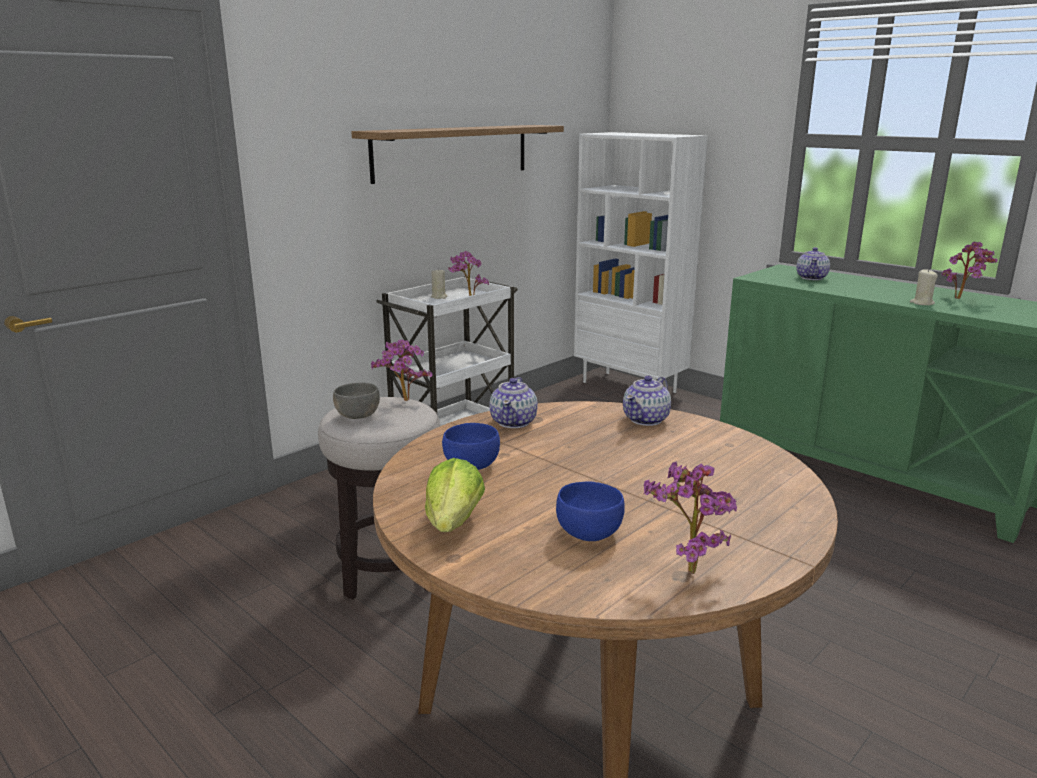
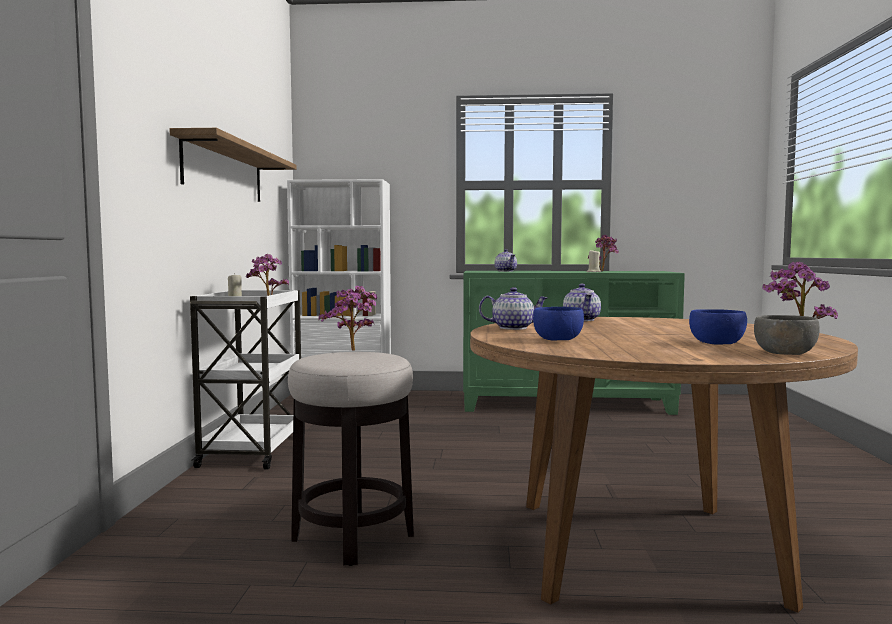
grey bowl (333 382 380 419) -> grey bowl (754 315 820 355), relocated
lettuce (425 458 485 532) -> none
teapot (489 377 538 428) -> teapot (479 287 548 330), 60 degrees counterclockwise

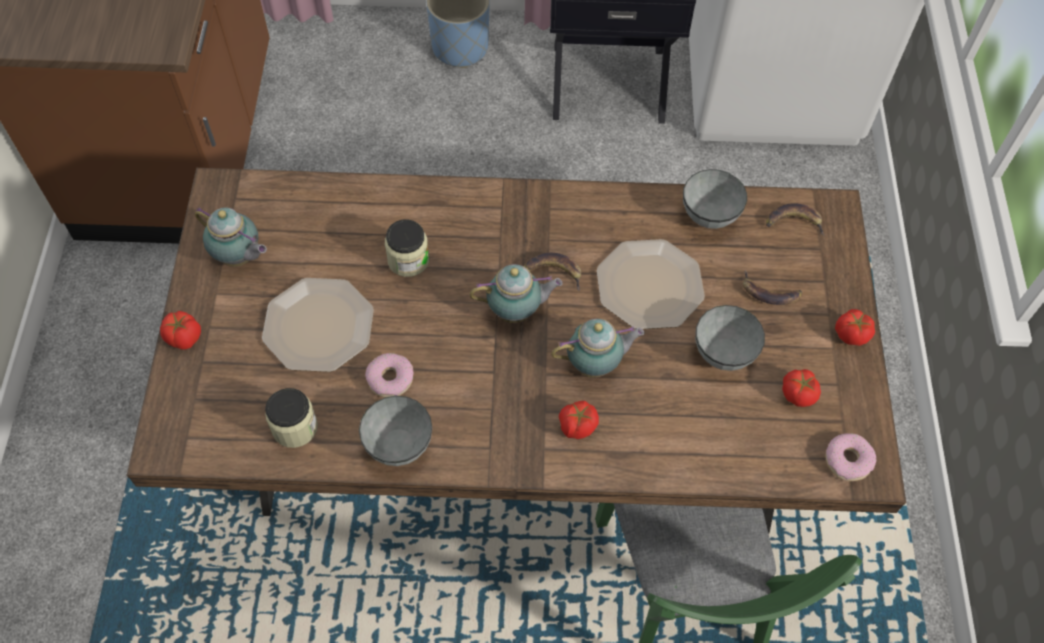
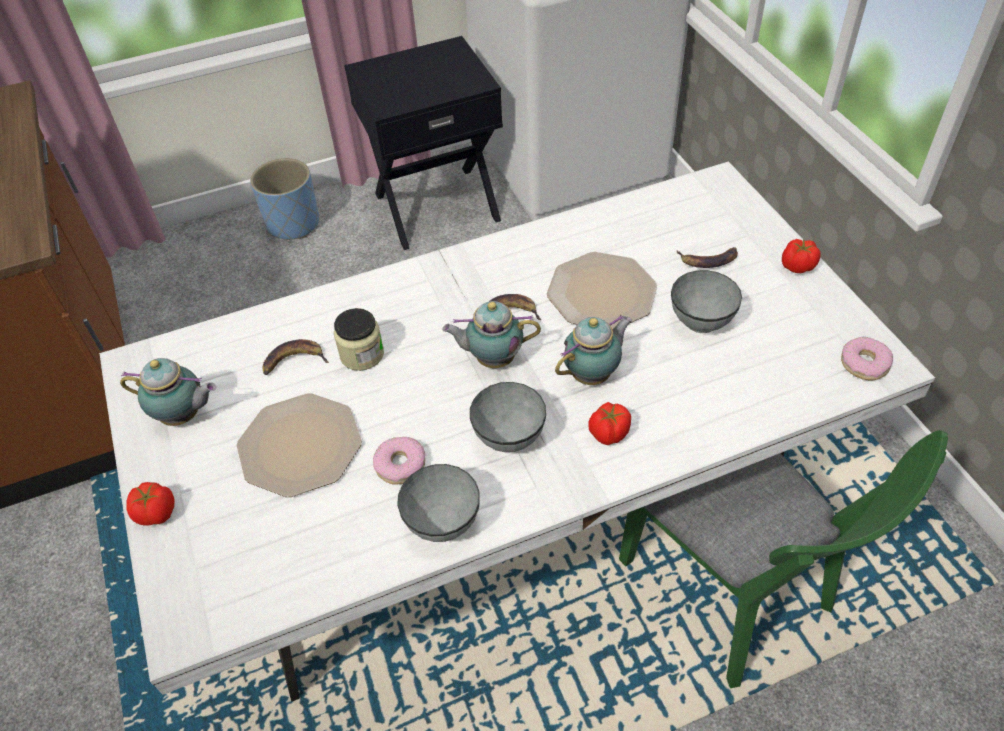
brown dining table (127 168 906 534) -> white dining table (99 161 935 702)
jar (265 388 318 448) -> none
teapot (470 264 563 323) -> teapot (442 301 541 368), 150 degrees counterclockwise
grey bowl (683 169 747 229) -> grey bowl (470 382 546 452), relocated
banana (766 203 825 236) -> banana (262 339 329 375), relocated
tomato (782 369 821 407) -> none

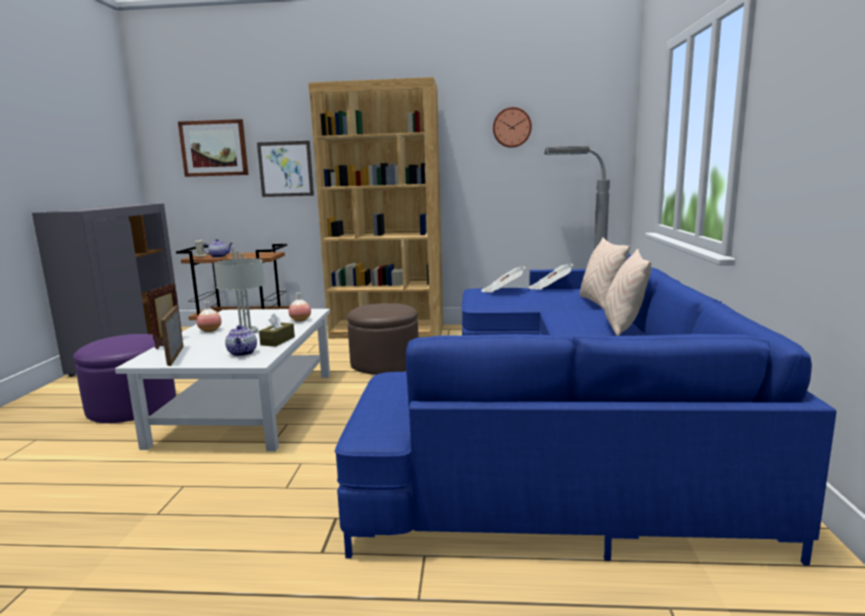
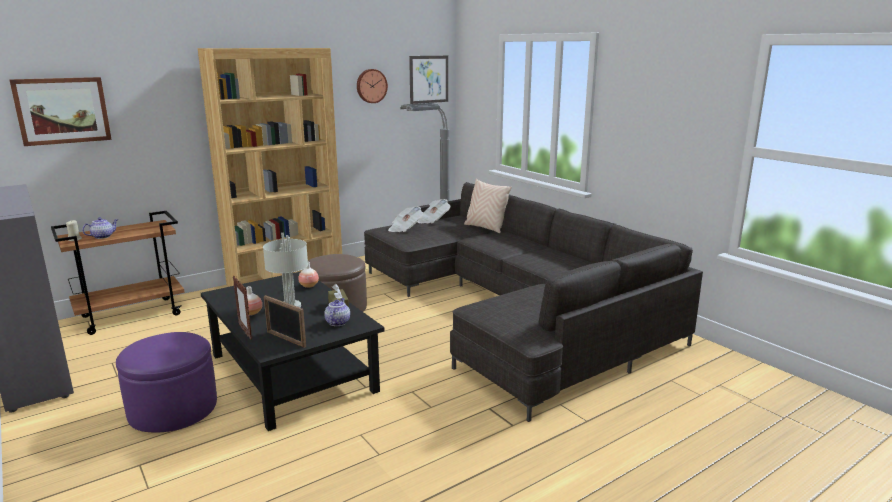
white coffee table (115 309 330 451) -> black coffee table (201 271 384 431)
teapot (225 325 257 356) -> teapot (324 298 350 326), 120 degrees counterclockwise
picture (257 141 314 197) -> picture (409 56 448 104), relocated
blue sofa (335 254 837 566) -> grey sofa (364 182 703 422)
beige pillow (604 249 651 336) -> none

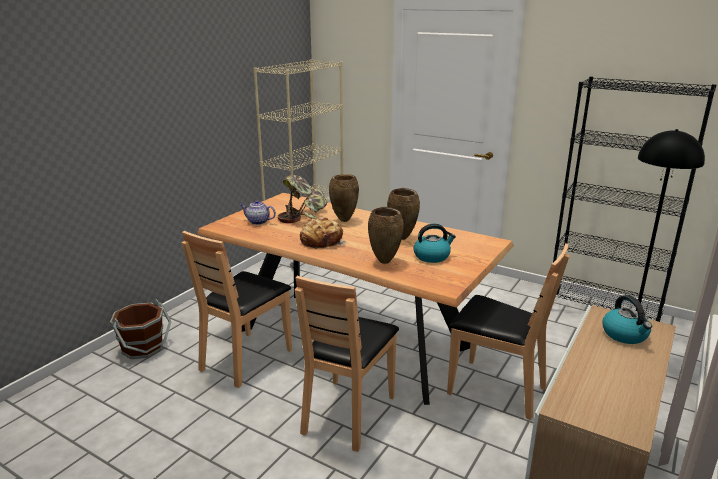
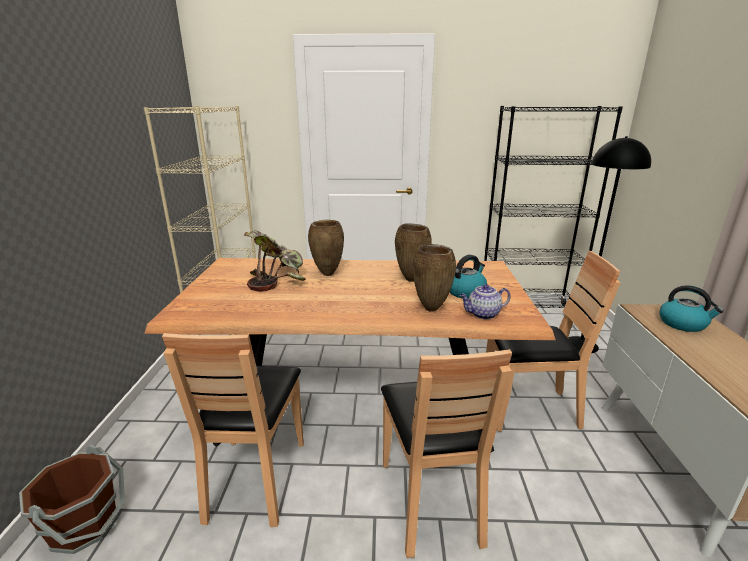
teapot (240 200 276 225) -> teapot (460 284 511 319), relocated
bread (300 217 346 249) -> none

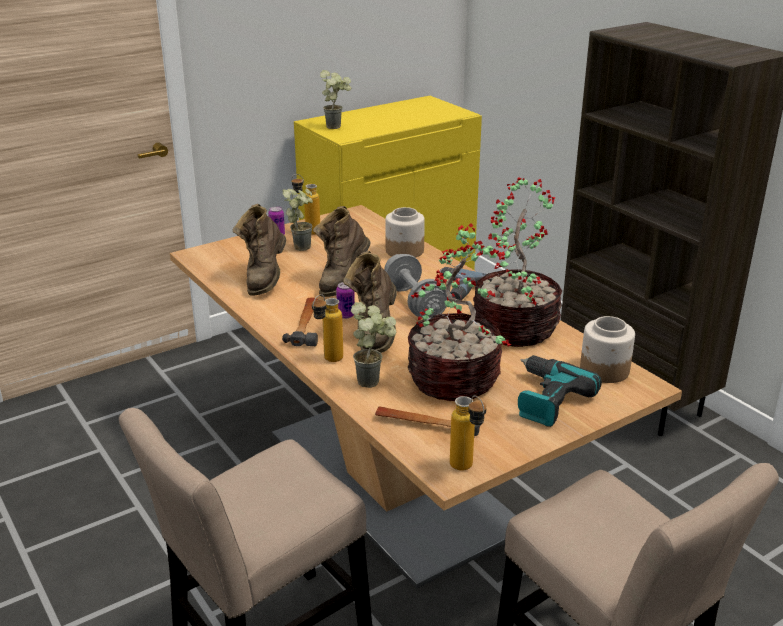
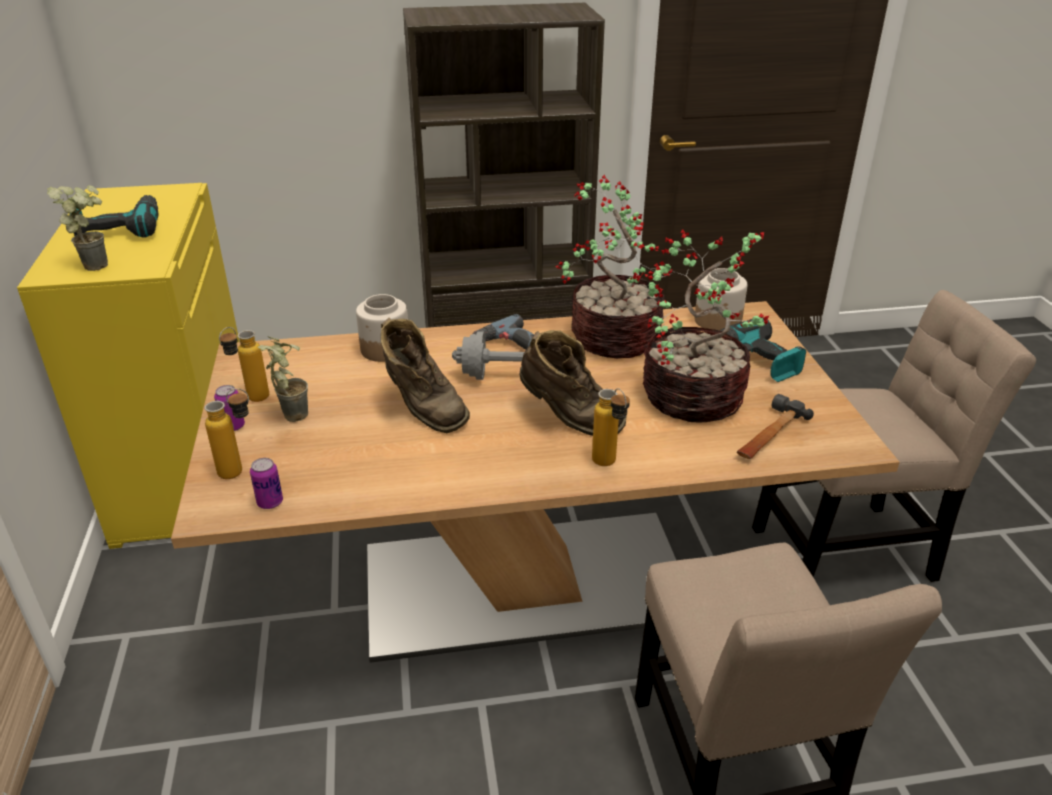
brown boot (233 204 286 296) -> none
hammer (282 297 318 346) -> none
can (336 282 355 319) -> can (250 458 283 509), relocated
potted plant (351 302 397 388) -> none
bottle (450 396 487 471) -> bottle (205 388 249 479), relocated
none -> power drill (69 195 158 238)

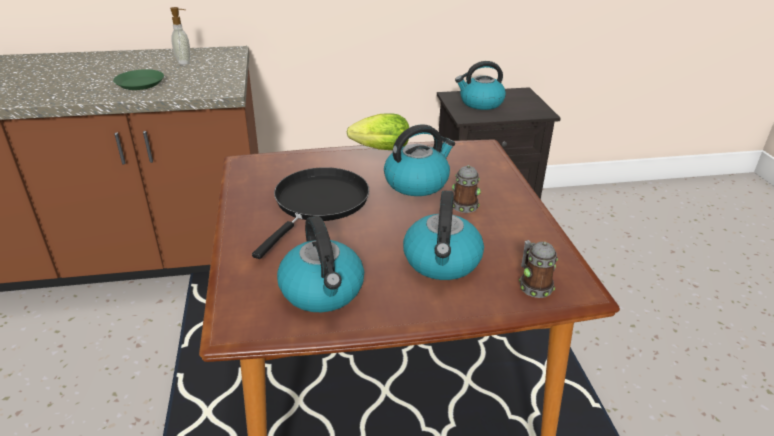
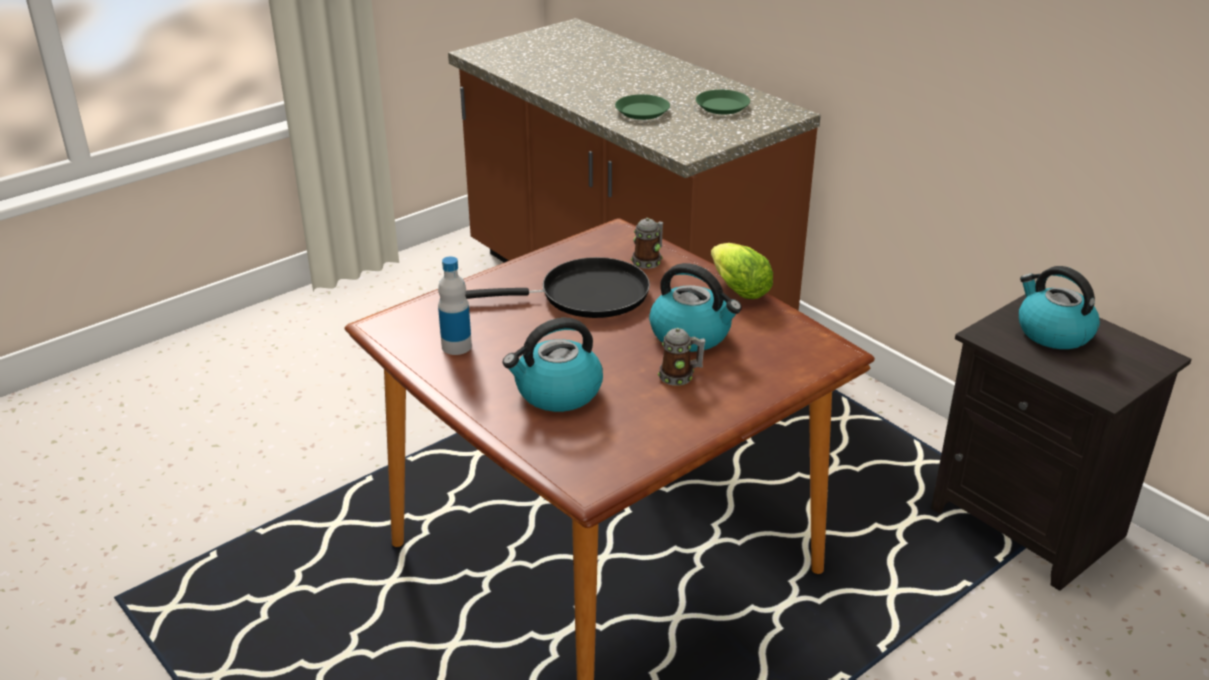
soap dispenser (170 7 190 65) -> green plate (696 90 750 114)
kettle (277 216 364 312) -> bottle (438 256 472 355)
mug (519 240 558 298) -> mug (631 218 663 269), relocated

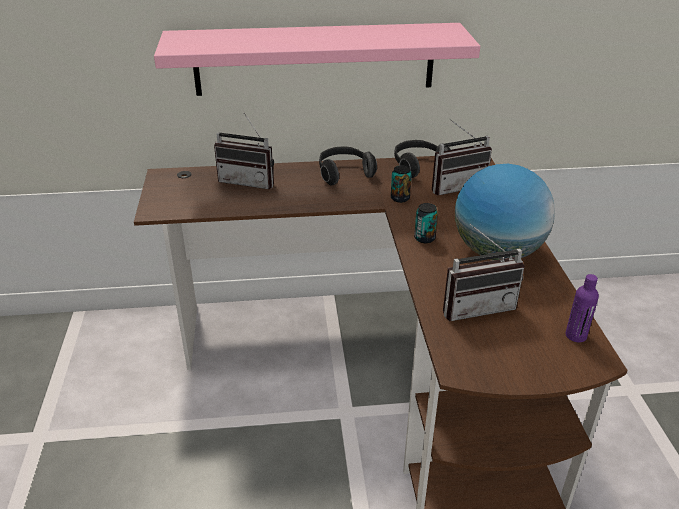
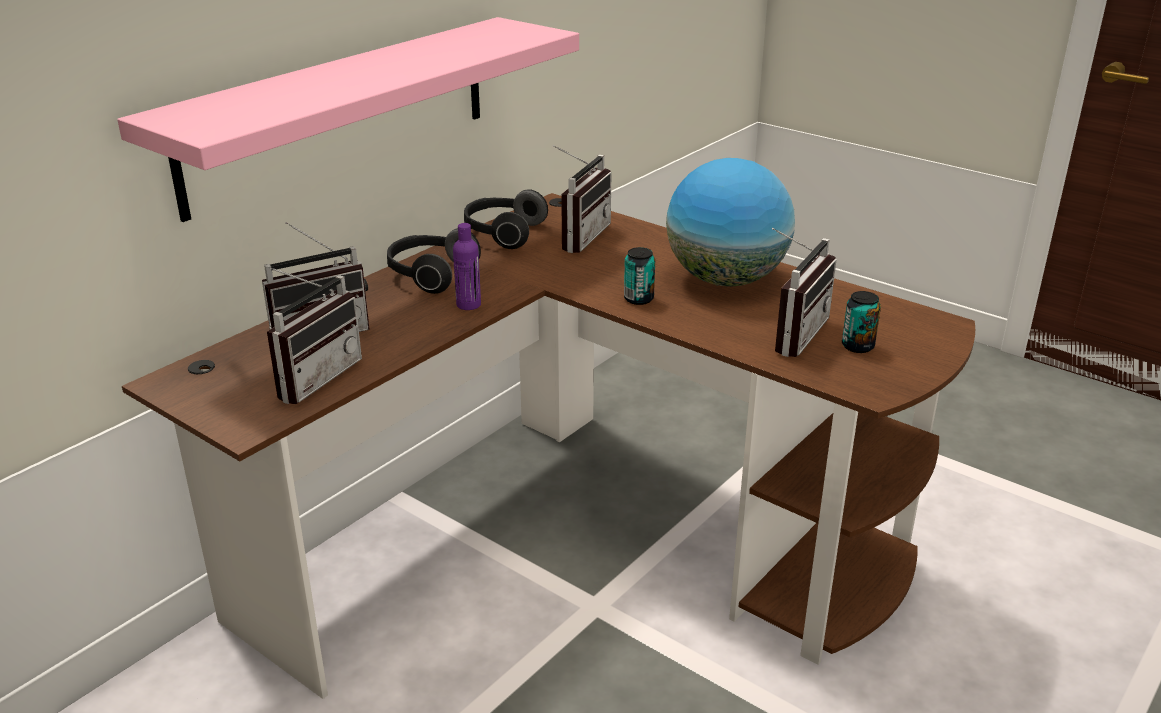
can (391 165 412 203) -> can (842 291 881 353), relocated
purple bottle (565 274 599 342) -> purple bottle (453 223 481 310), relocated
none -> radio (266 266 362 404)

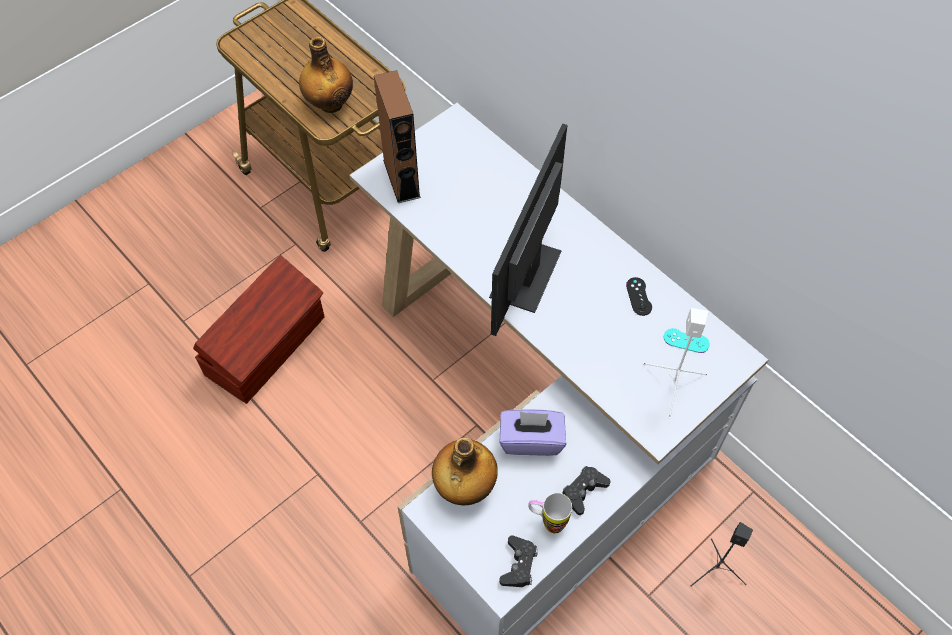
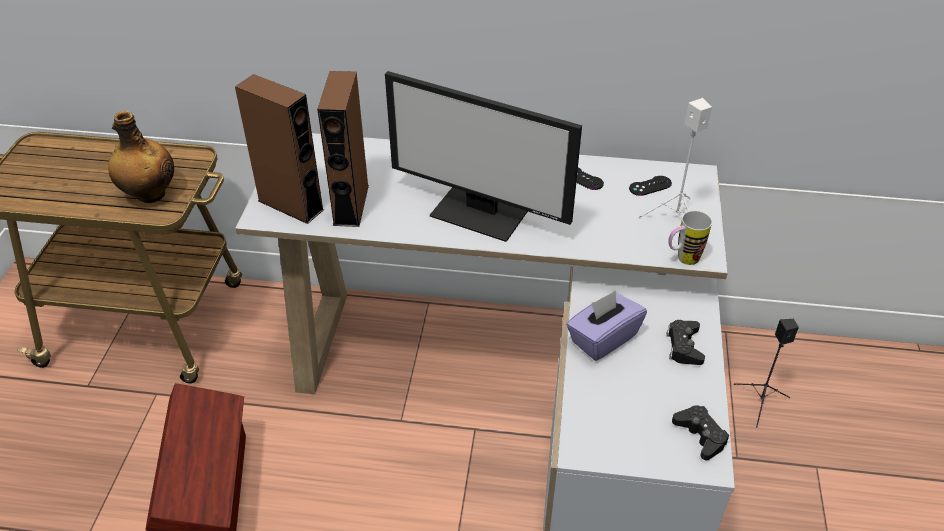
bottle (432 437 498 505) -> none
monitor (489 123 568 336) -> monitor (385 71 582 242), 45 degrees counterclockwise
mug (528 493 572 533) -> mug (668 211 712 265), relocated
turquoise game controller (664 328 710 353) -> black game controller (629 176 672 196)
none -> brown speaker (317 71 369 227)

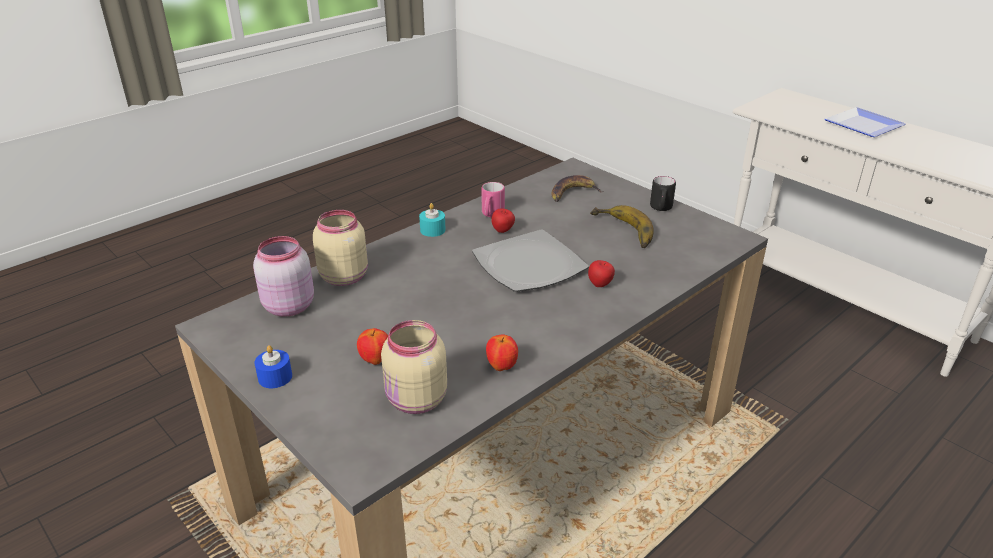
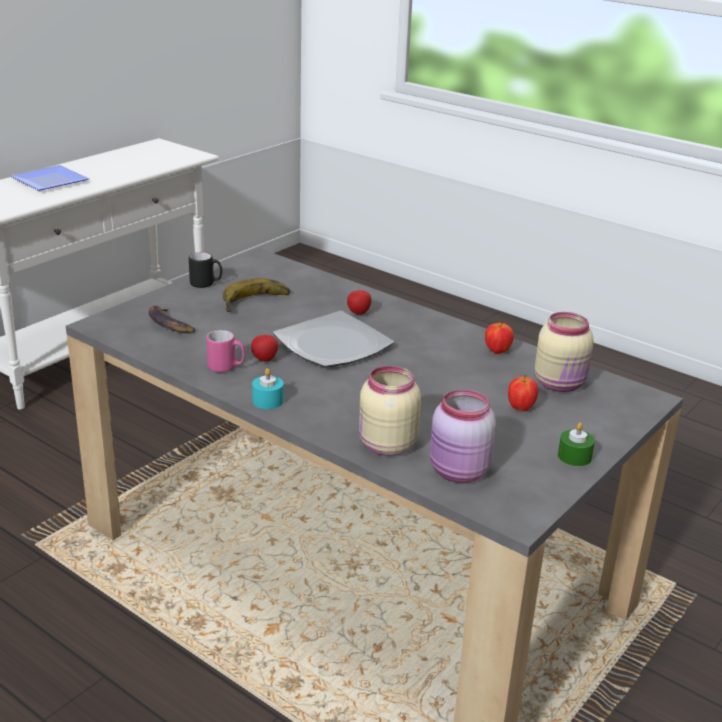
blue candle (254 345 292 388) -> green candle (558 423 595 466)

